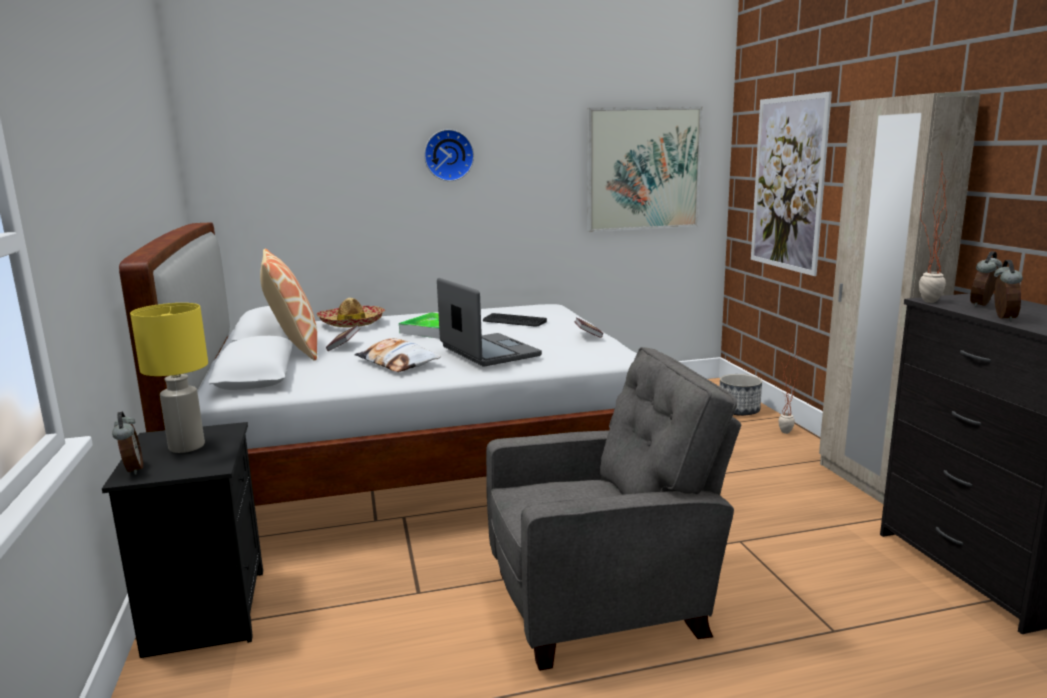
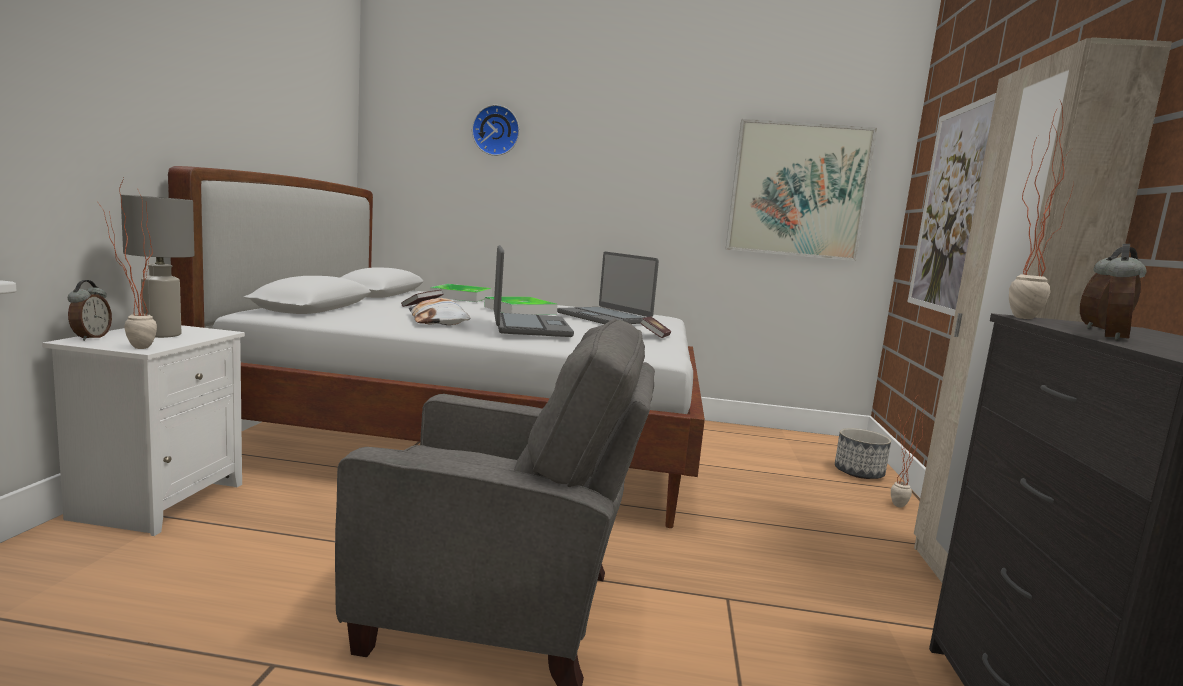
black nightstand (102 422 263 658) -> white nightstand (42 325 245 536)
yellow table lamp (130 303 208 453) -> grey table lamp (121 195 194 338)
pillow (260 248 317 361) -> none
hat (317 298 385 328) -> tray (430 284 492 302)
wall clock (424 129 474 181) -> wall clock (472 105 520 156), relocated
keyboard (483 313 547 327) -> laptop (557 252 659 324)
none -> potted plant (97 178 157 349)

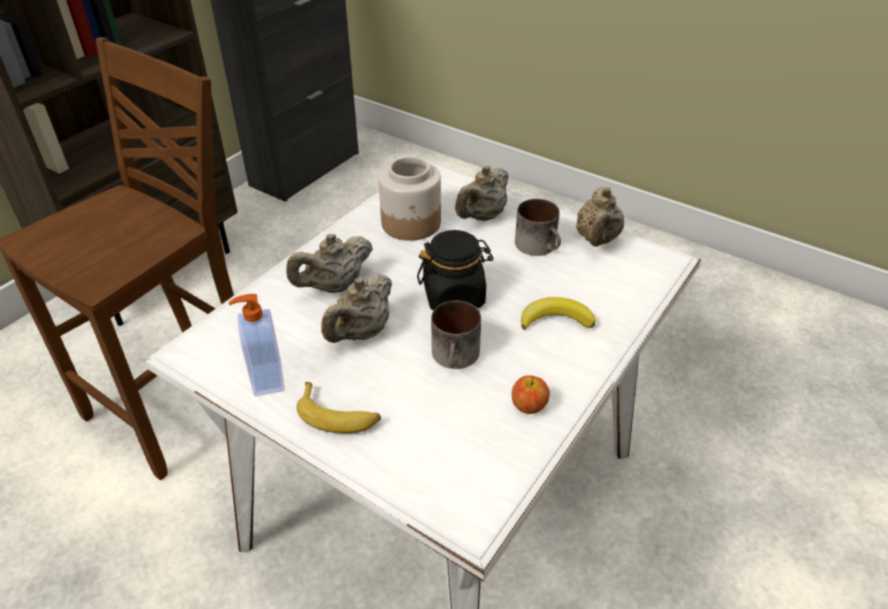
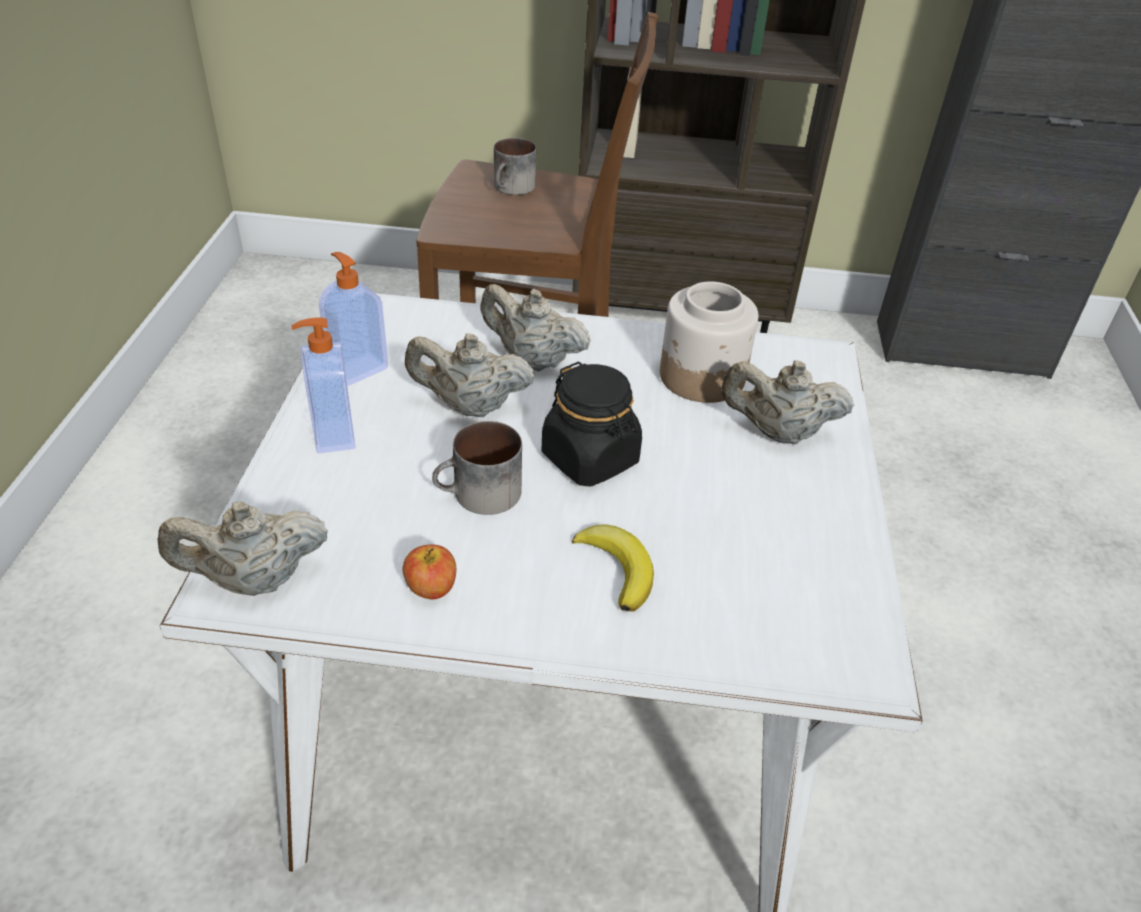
banana (297 382 381 433) -> soap dispenser (292 317 355 453)
mug (515 199 561 256) -> mug (494 138 536 195), relocated
beige teapot (576 187 624 247) -> beige teapot (158 501 328 596), relocated

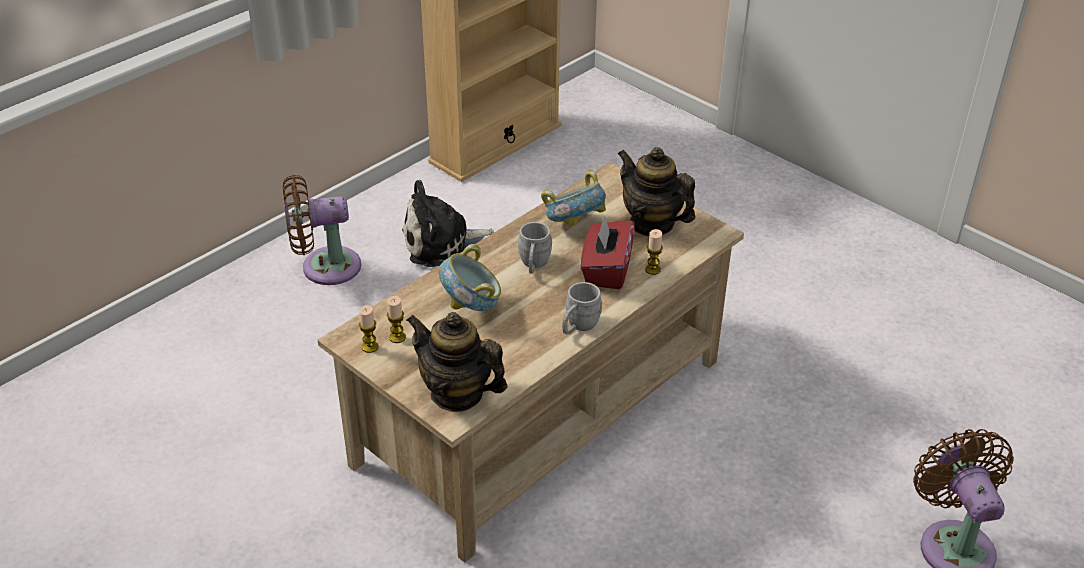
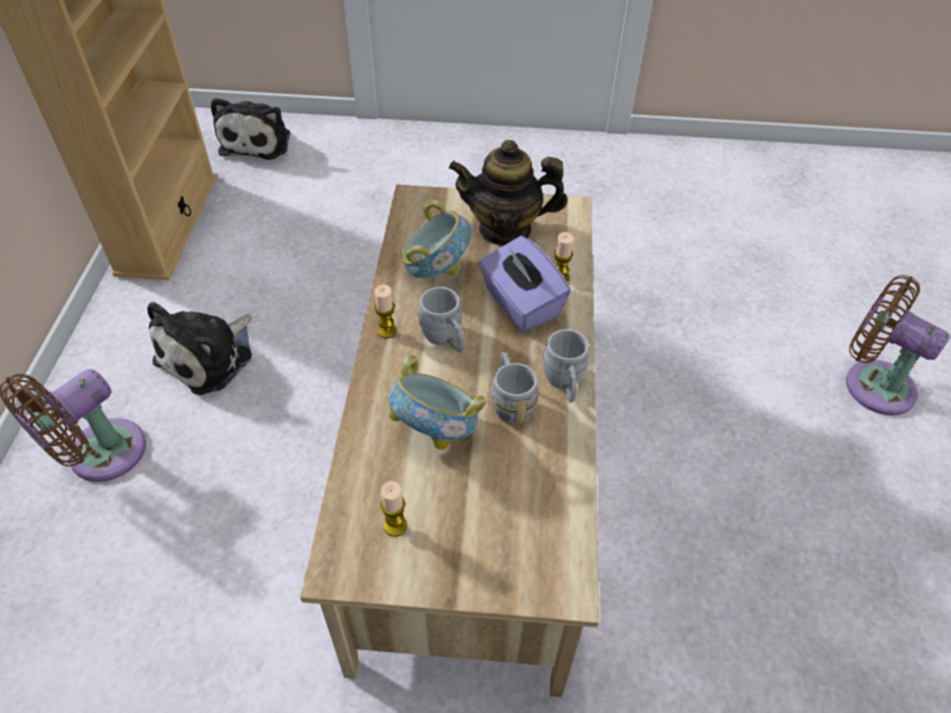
candle (359 305 378 353) -> candle (374 285 397 338), relocated
teapot (406 312 507 412) -> none
red tissue box (581 216 635 289) -> purple tissue box (478 236 571 331)
none -> plush toy (211 98 290 160)
none -> grey mug (491 352 539 424)

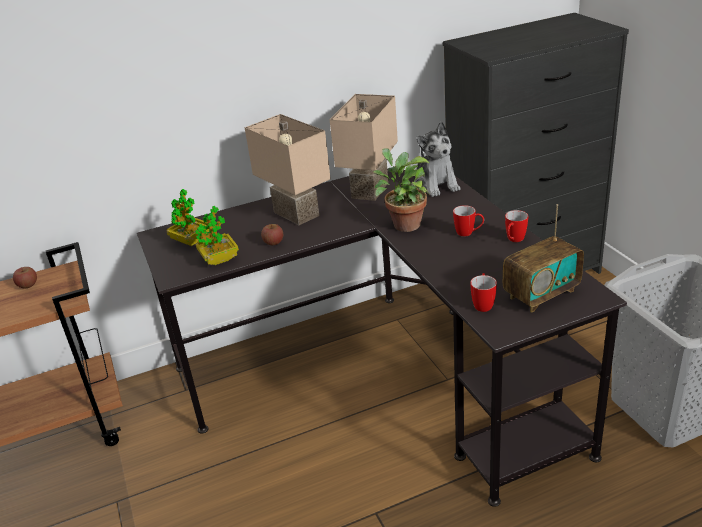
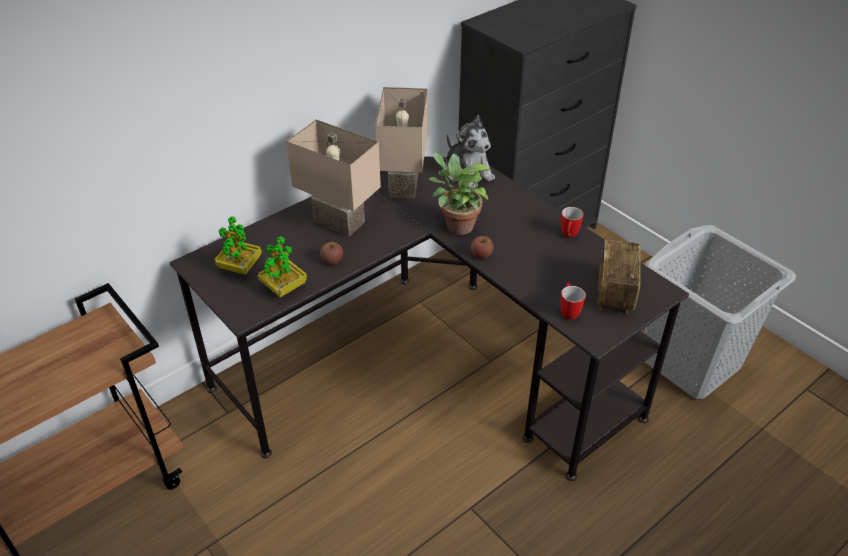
apple (13 267 37 288) -> apple (471 236 494 259), relocated
mug (453 205 484 237) -> none
radio (503 204 584 313) -> radio (597 239 641 314), 150 degrees clockwise

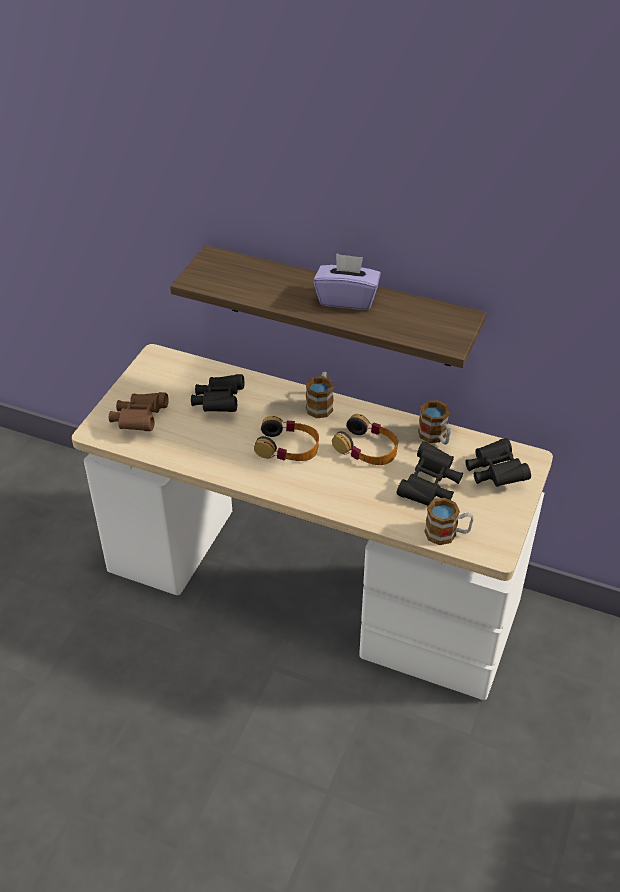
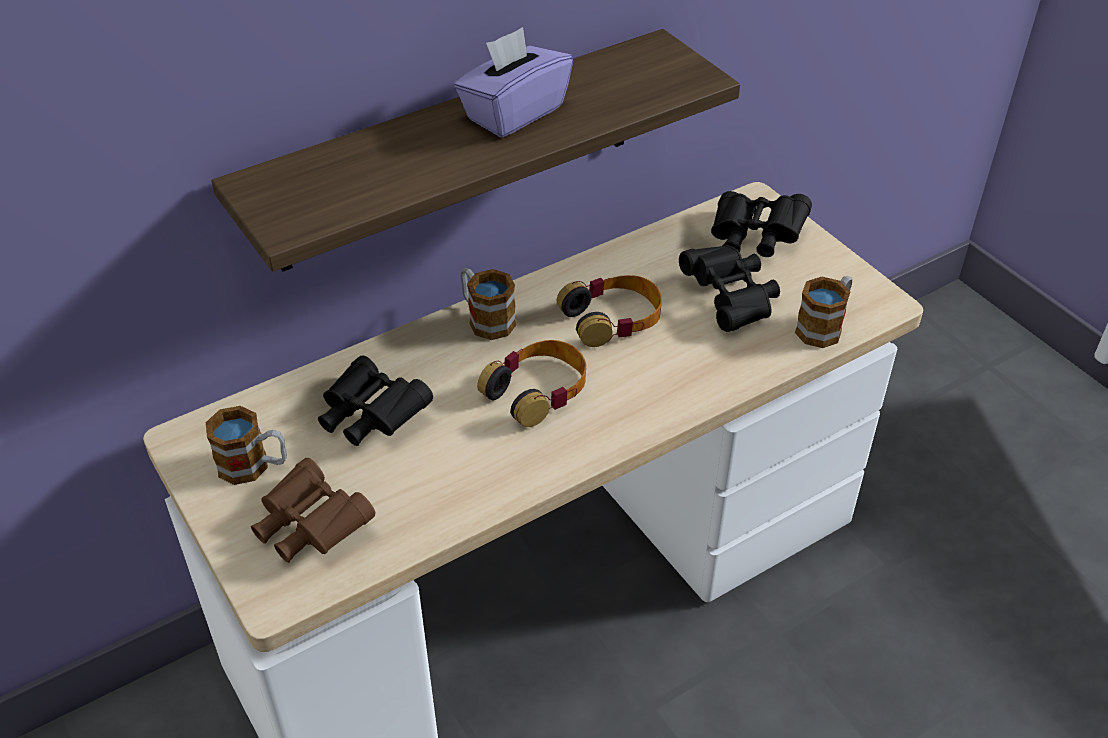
mug (418 400 451 445) -> mug (206 406 287 485), relocated

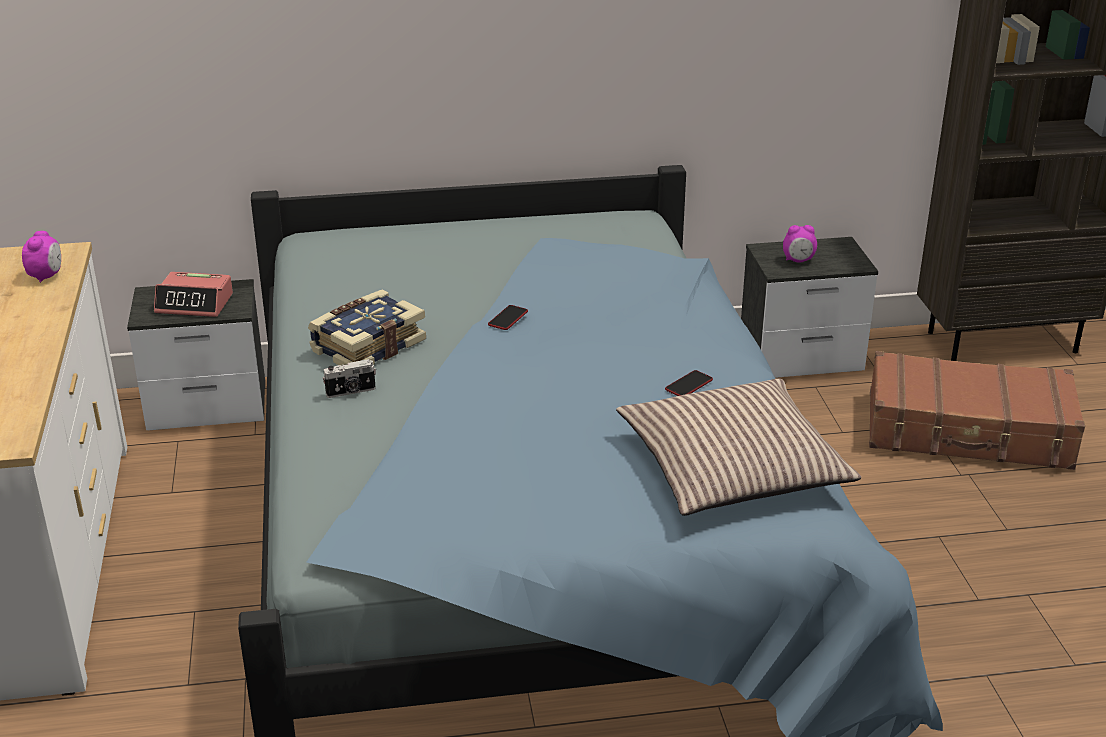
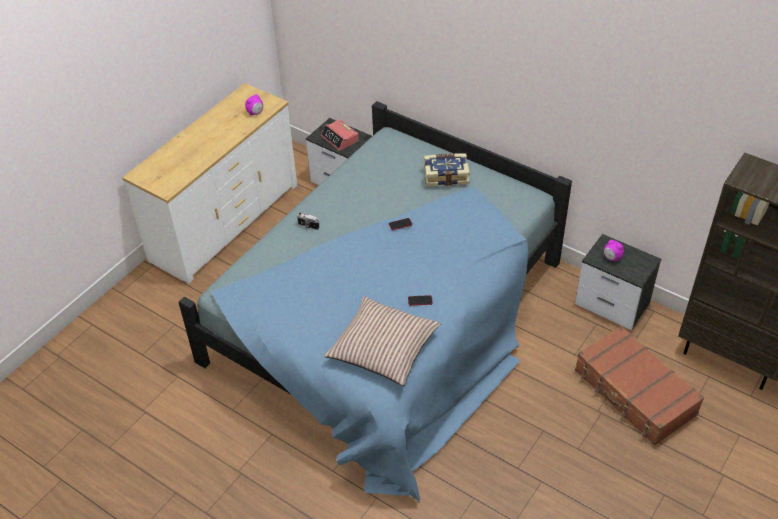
book (308 290 426 366) -> book (424 154 470 187), relocated

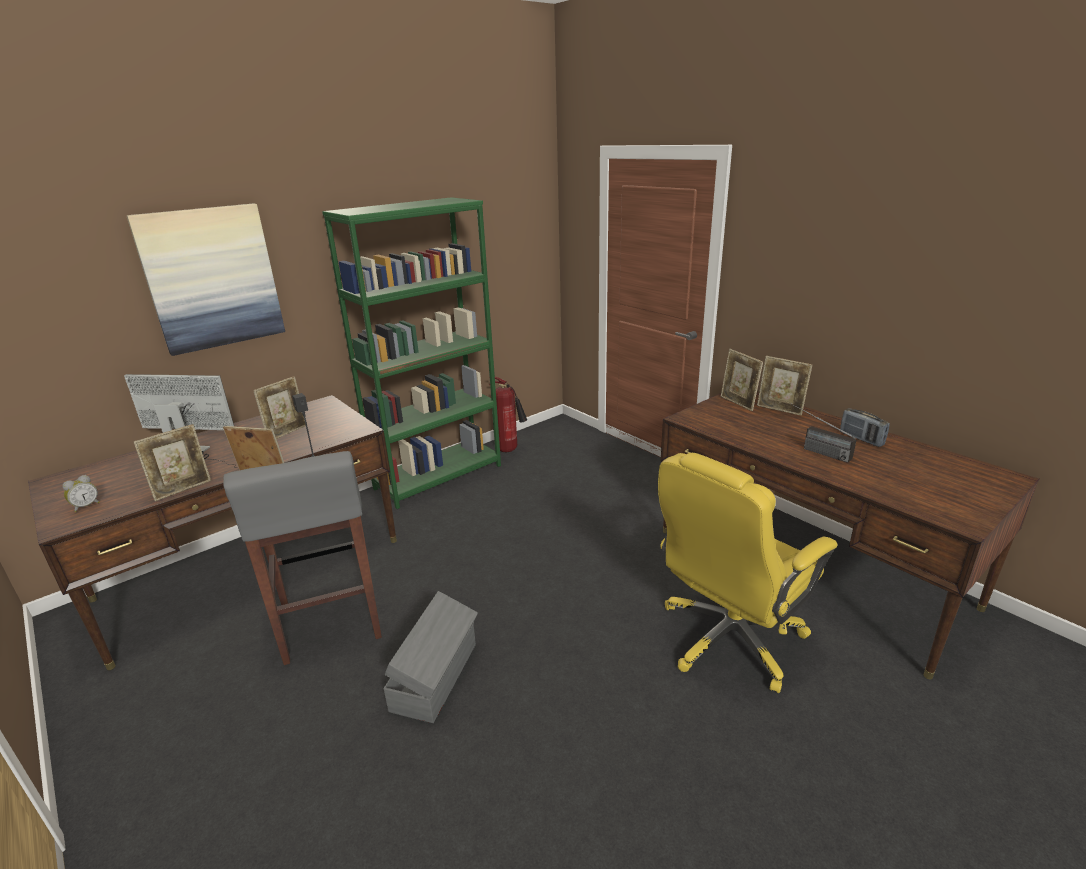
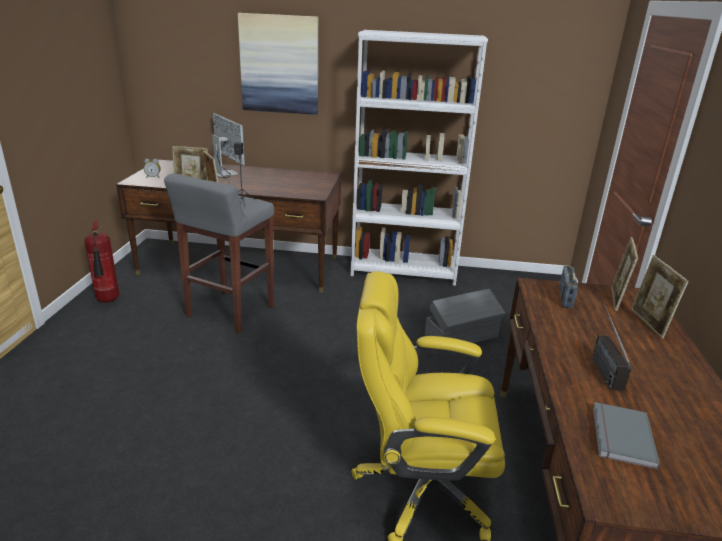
picture frame (253 376 306 439) -> none
green bookcase (322 197 501 509) -> white bookcase (351 30 488 286)
grey storage box (384 591 478 723) -> grey storage box (425 289 505 343), relocated
fire extinguisher (489 377 527 452) -> fire extinguisher (85 219 119 303), relocated
radio (840 408 890 447) -> radio (559 266 578 308), relocated
none -> grey book (593 402 660 469)

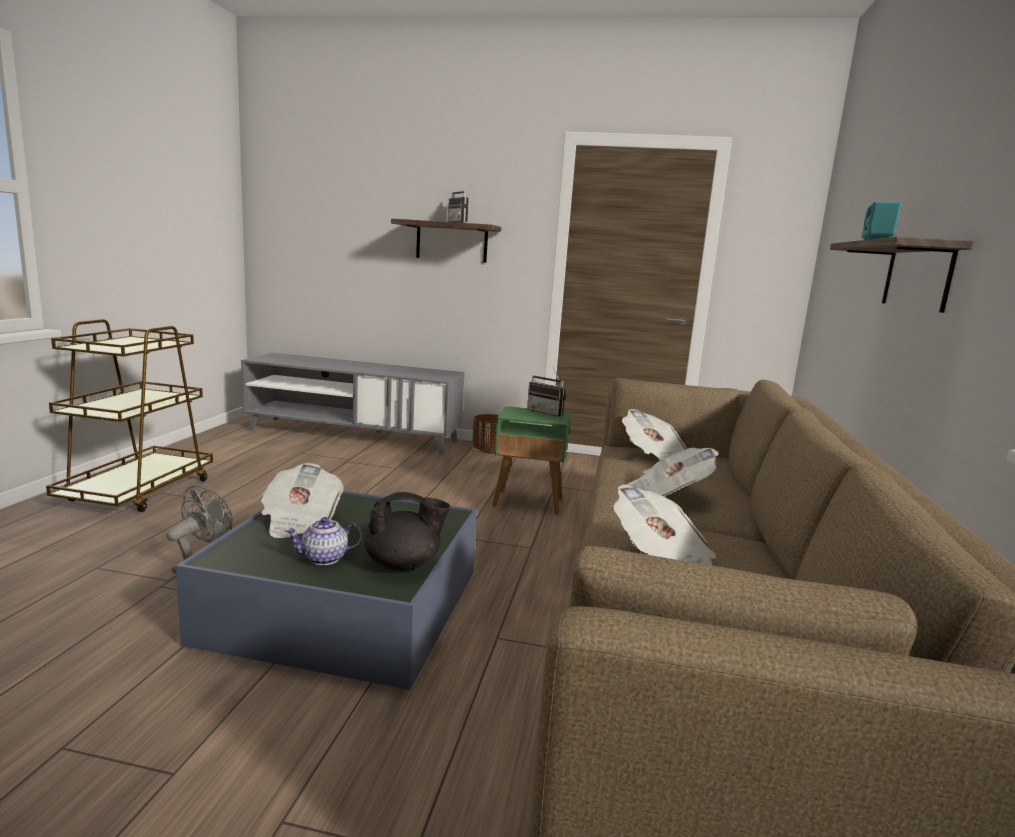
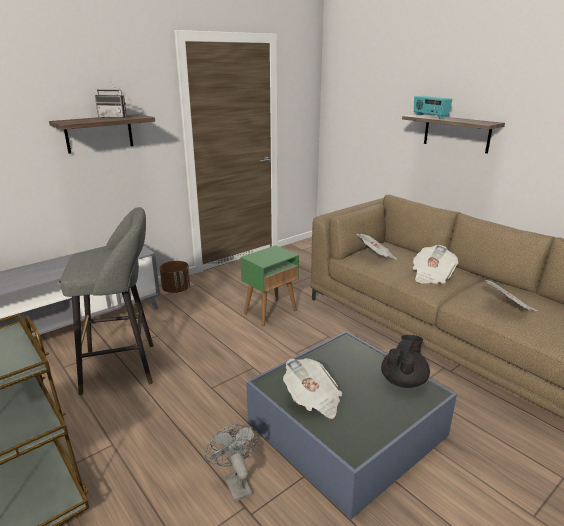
teapot (285 517 363 565) -> none
radio (527 368 566 416) -> none
none -> grey stool (60 207 154 395)

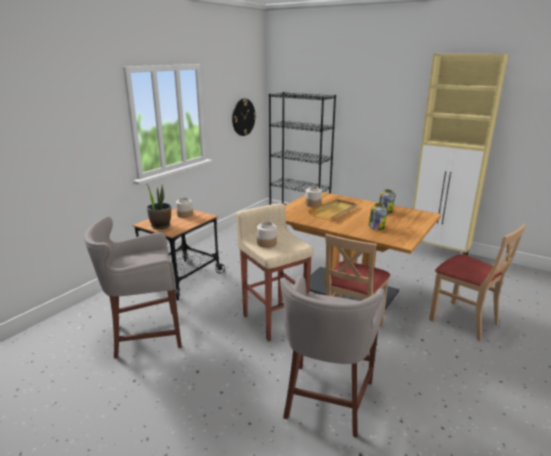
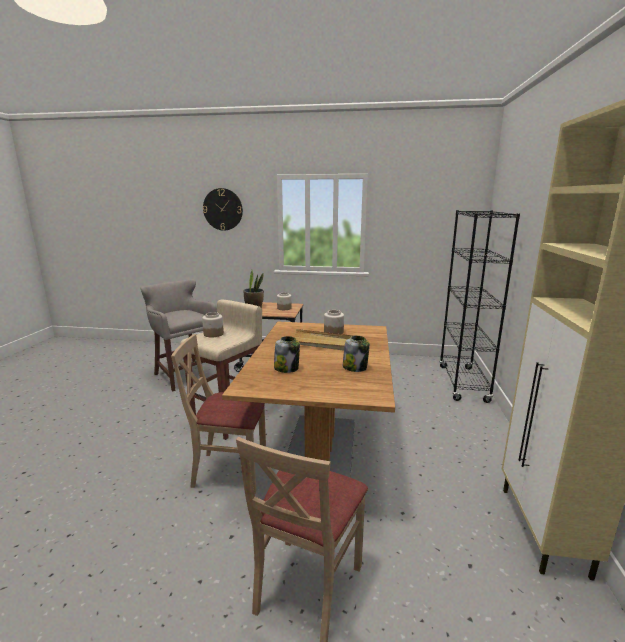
wall clock (232 99 256 136) -> wall clock (203 188 243 231), relocated
grey stool (280 276 385 437) -> none

